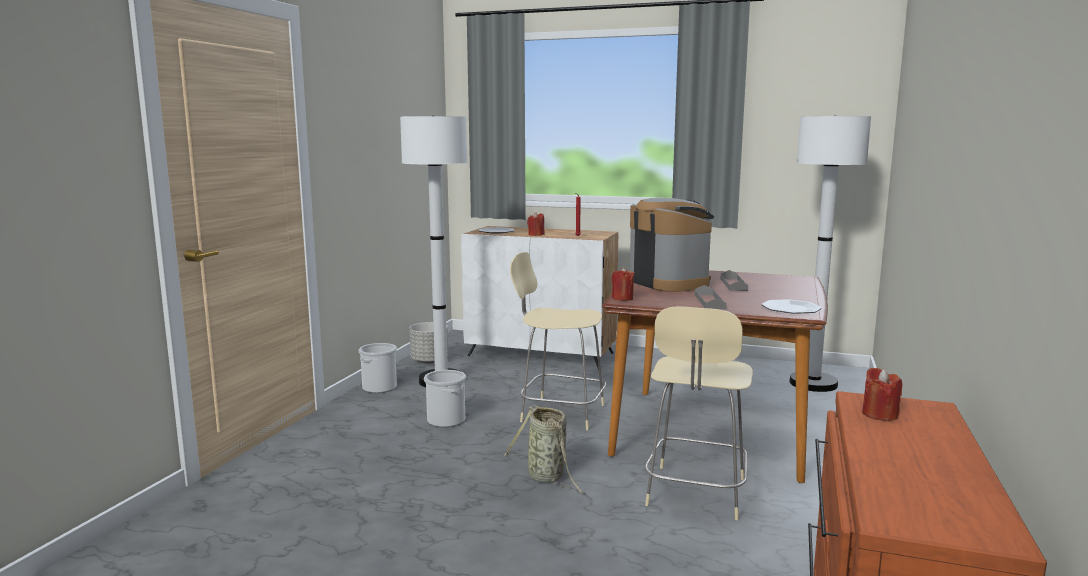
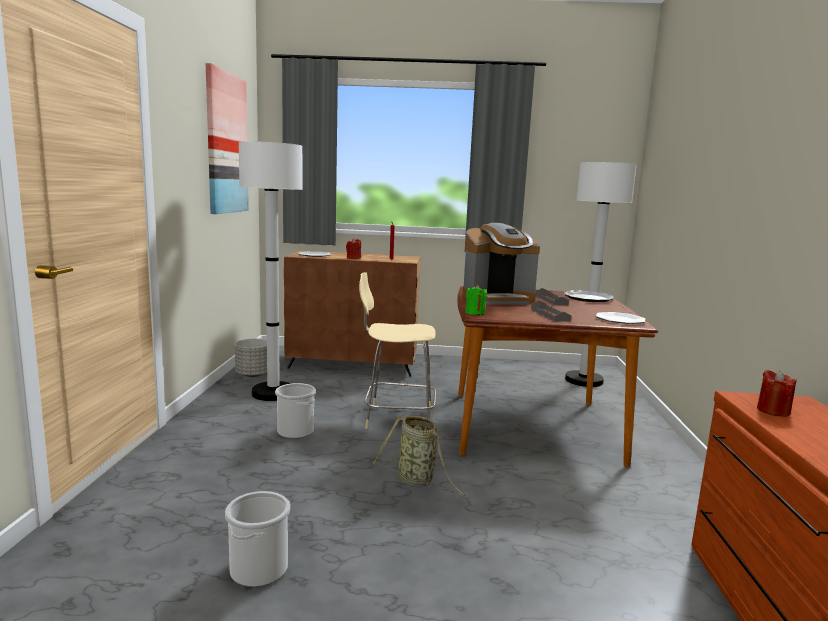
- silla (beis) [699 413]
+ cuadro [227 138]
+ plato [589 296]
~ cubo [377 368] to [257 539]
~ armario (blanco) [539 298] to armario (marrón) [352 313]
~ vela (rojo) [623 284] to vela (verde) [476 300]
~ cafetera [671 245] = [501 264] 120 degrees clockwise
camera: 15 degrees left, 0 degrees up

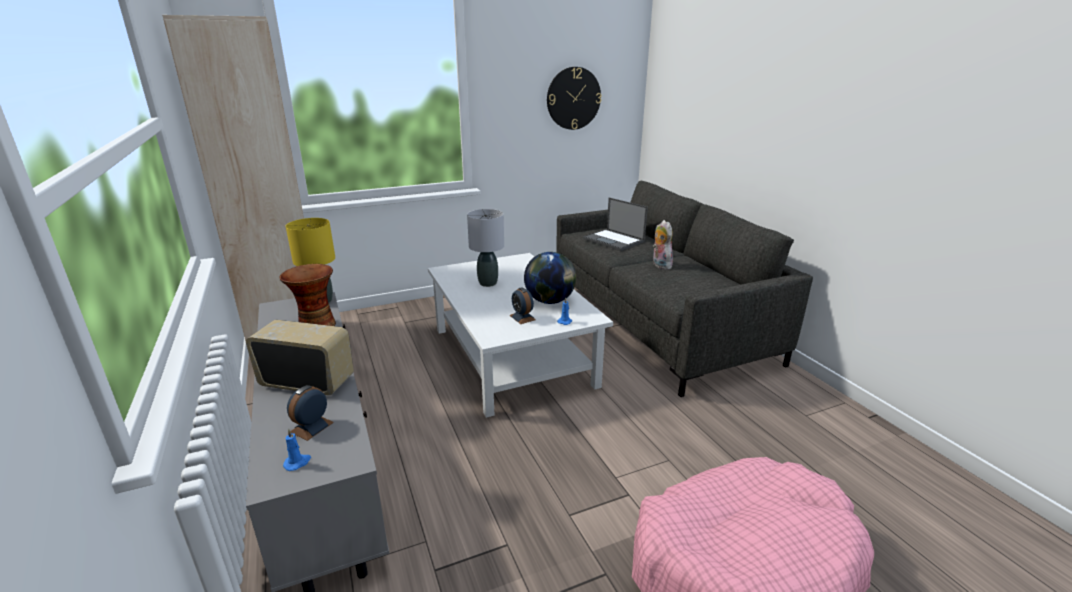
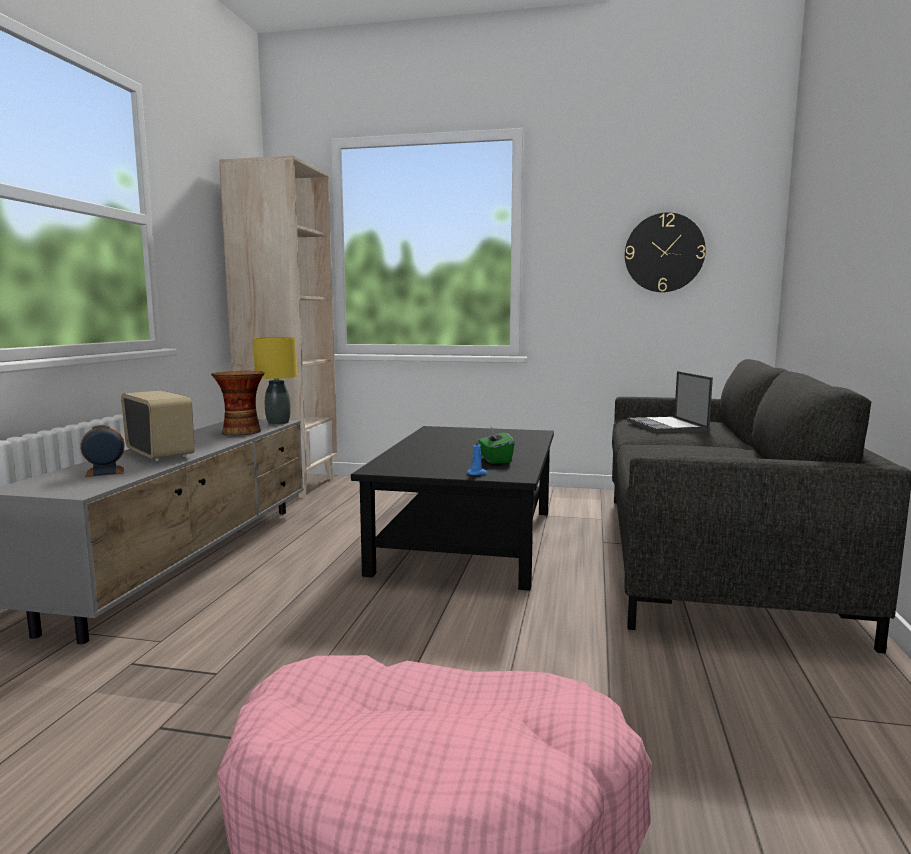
- vela (azul) [297 450]
- lámpara de mesa (gris) [485 248]
- despertador [523 305]
- peluche [663 245]
~ globo terráqueo [550 278] to caja de pañuelos (verde) [496 445]
~ mesa de centro (blanco) [520 335] to mesa de centro (negro) [452 508]
camera: 35 degrees right, 15 degrees down

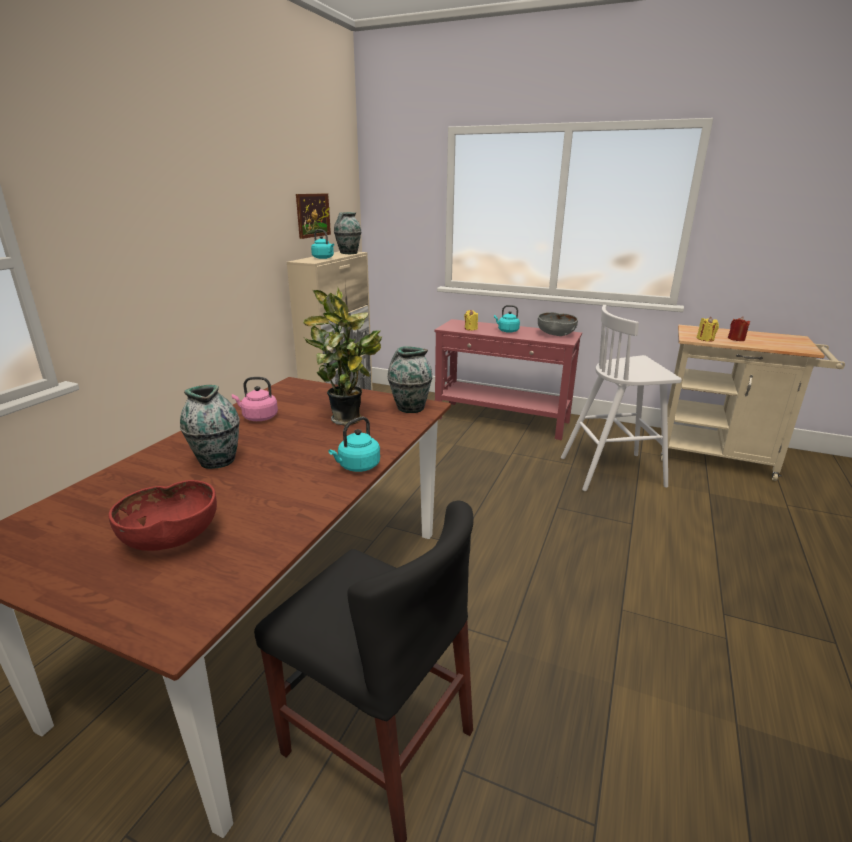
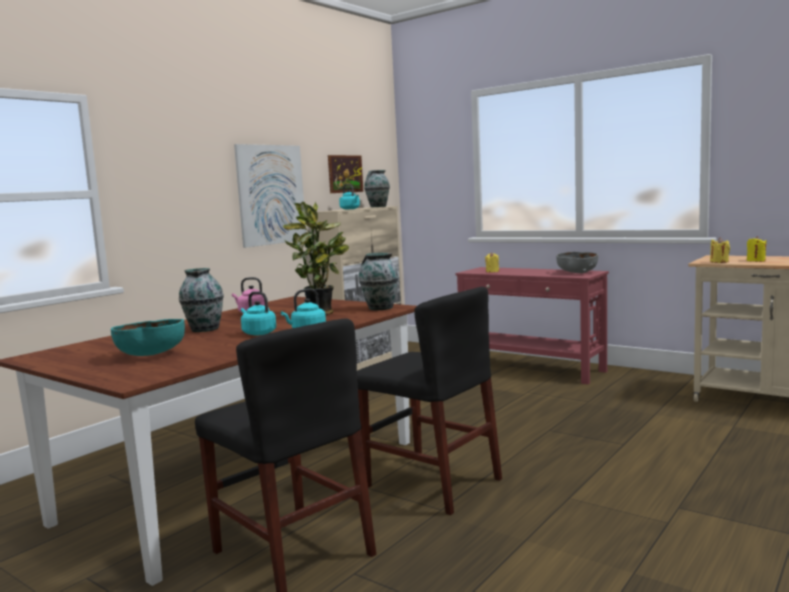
- taburete (blanco) [621 398]
+ cuadro [270 196]
+ silla (negro) [429 401]
~ hervidor (turquesa) [507 319] to [258 313]
~ cuenco (rojo) [163 515] to cuenco (turquesa) [148 337]
~ vela (rojo) [739 329] to vela (amarillo) [757 249]
camera: 15 degrees right, 15 degrees down

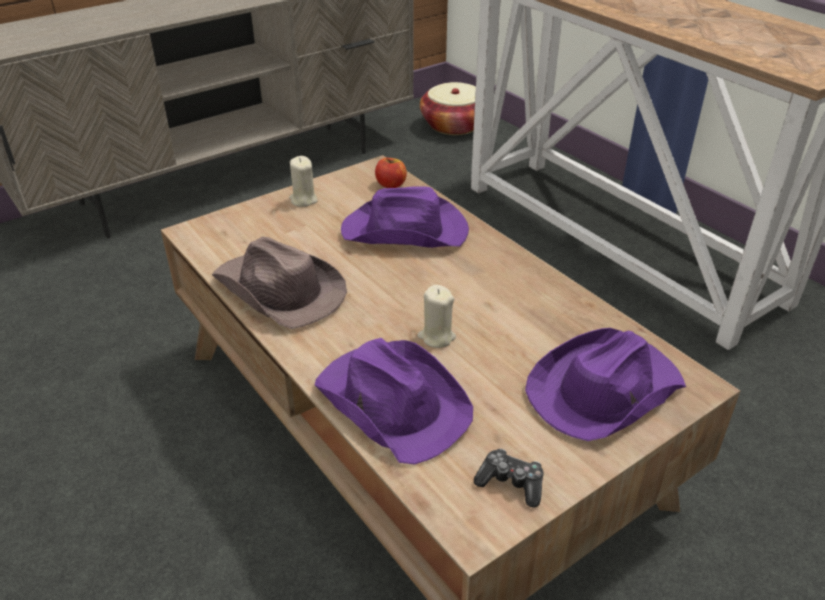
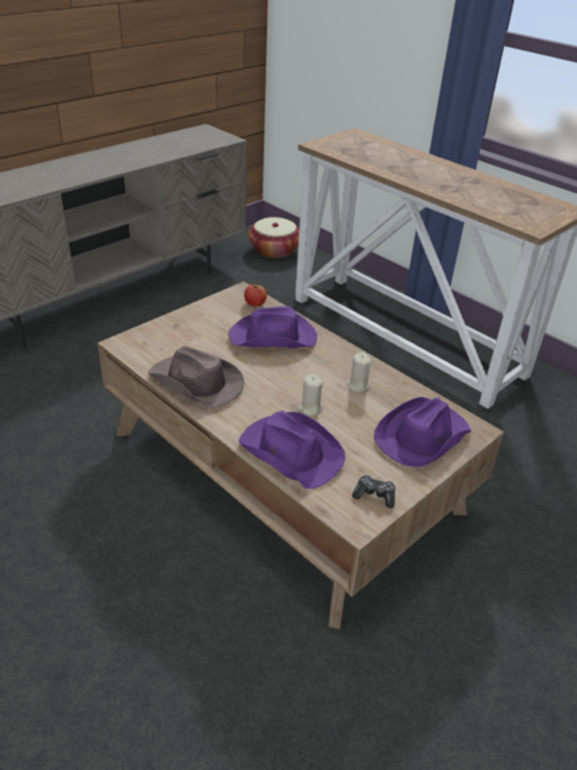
~ vela (beis) [303 181] to [359 372]
camera: 10 degrees left, 0 degrees up

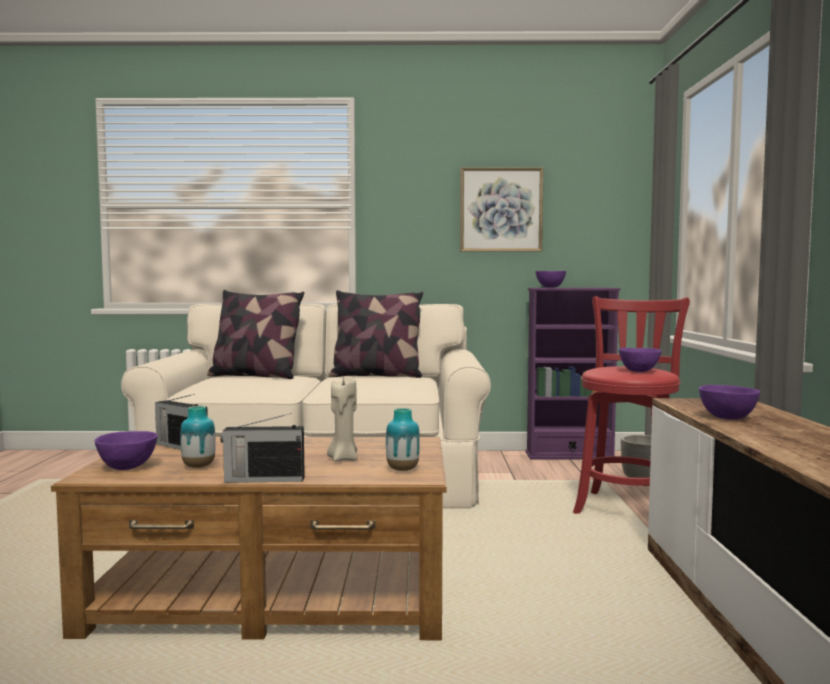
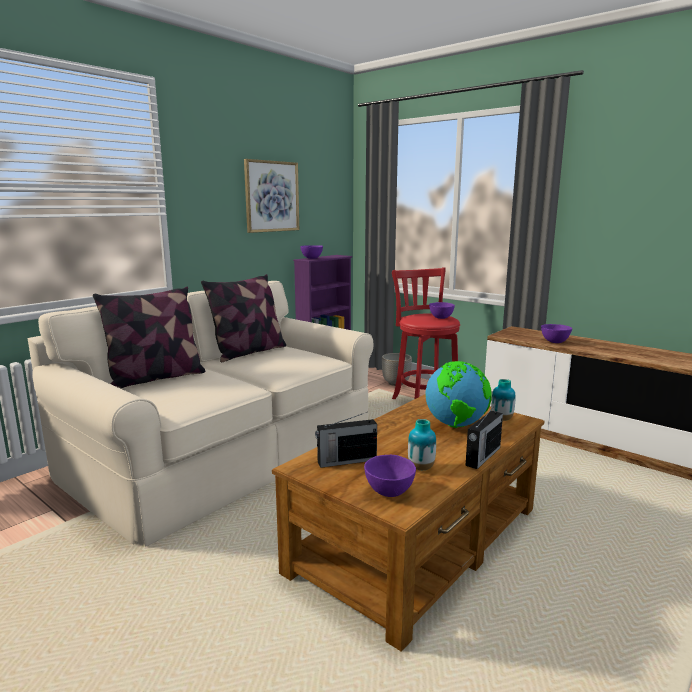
~ vela (beis) [342 418] to globo terráqueo [459 394]
camera: 50 degrees left, 10 degrees up

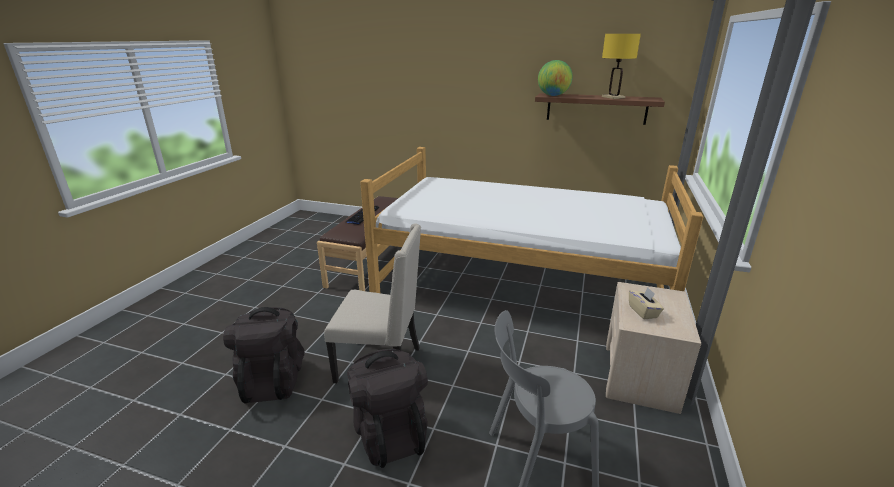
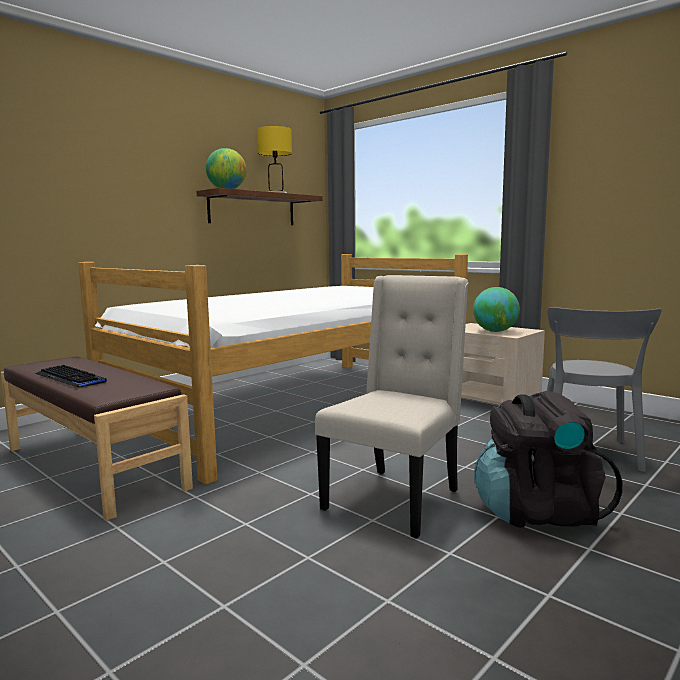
- mochila (negro) [264 355]
~ caja de pañuelos (beis) [646 303] to globo terráqueo [496 309]
camera: 65 degrees left, 15 degrees down

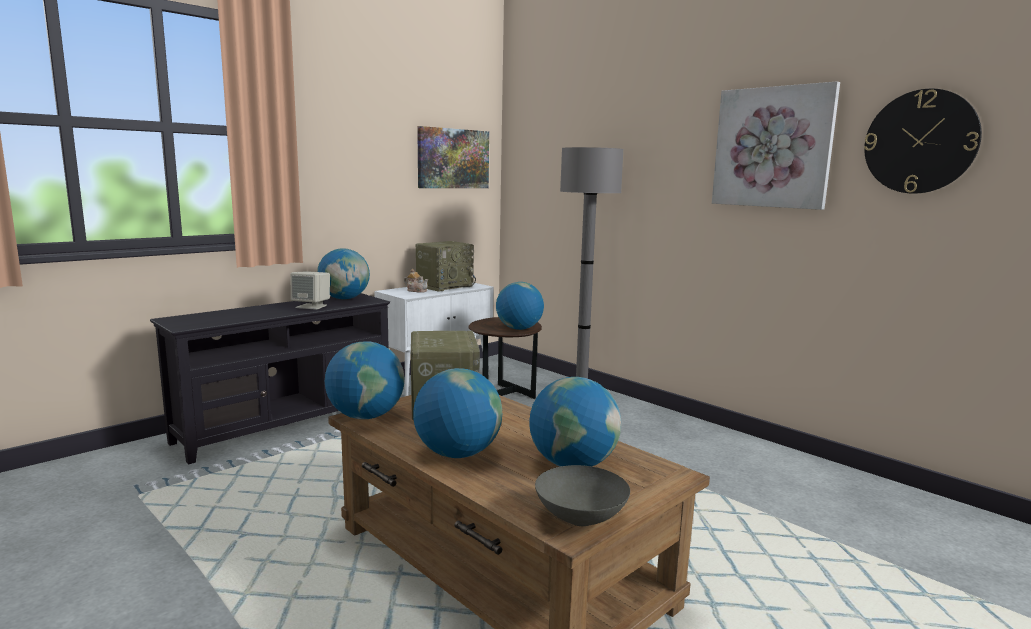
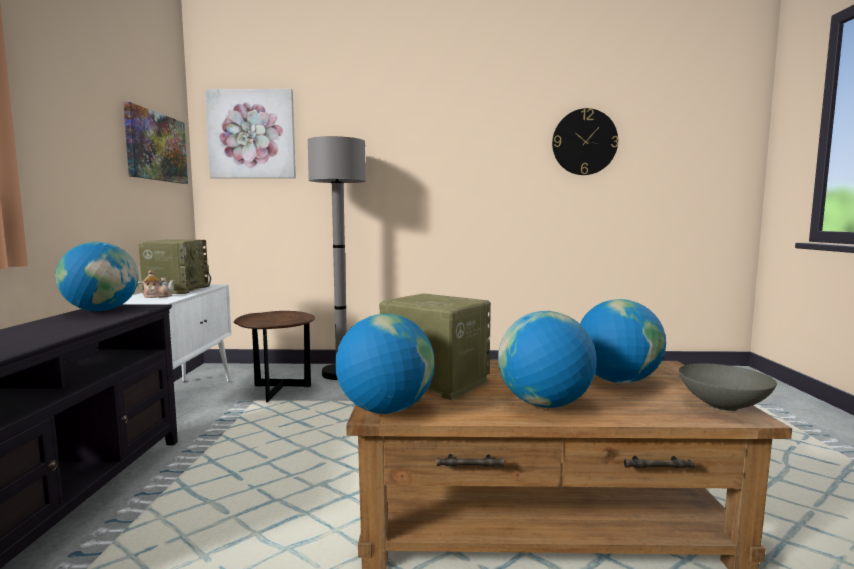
- altavoz (beis) [310 290]
- globo terráqueo [520 306]
~ cuadro [776 145] to [250 133]
camera: 45 degrees left, 5 degrees down

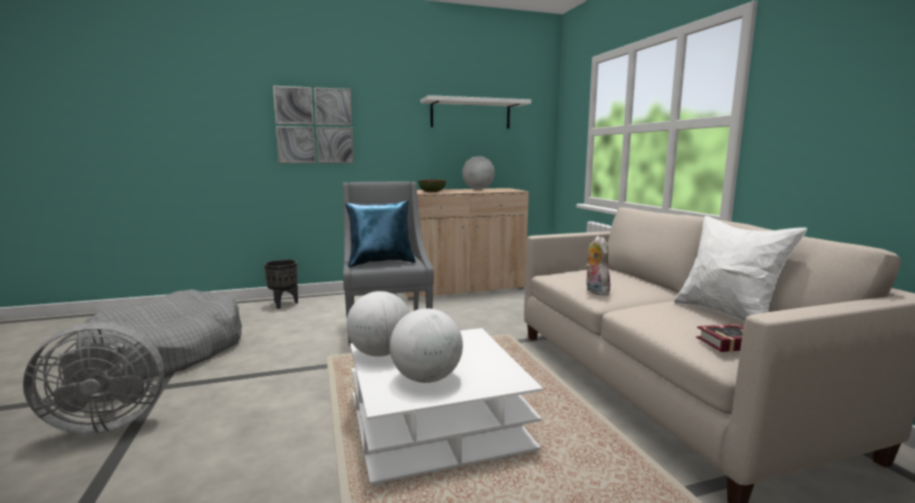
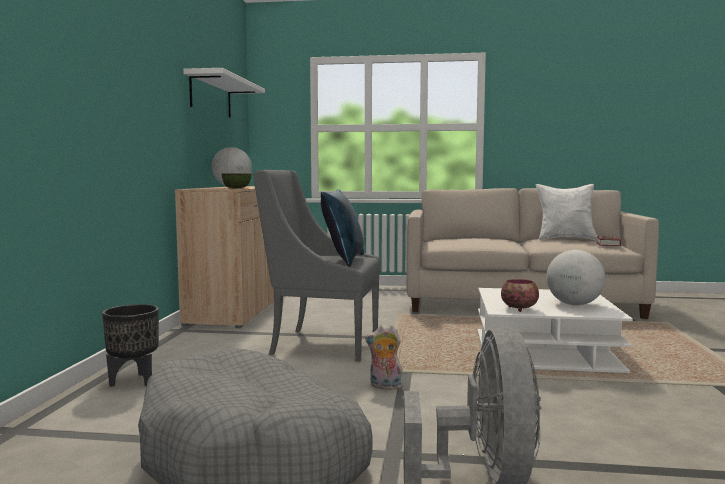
- cuadro [313 124]
~ peluche [597 265] to [384 357]
~ globo terráqueo [378 324] to cuenco [520 295]
camera: 65 degrees left, 5 degrees down

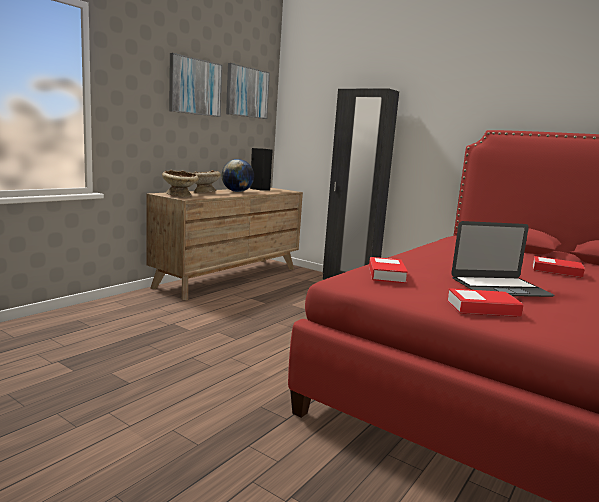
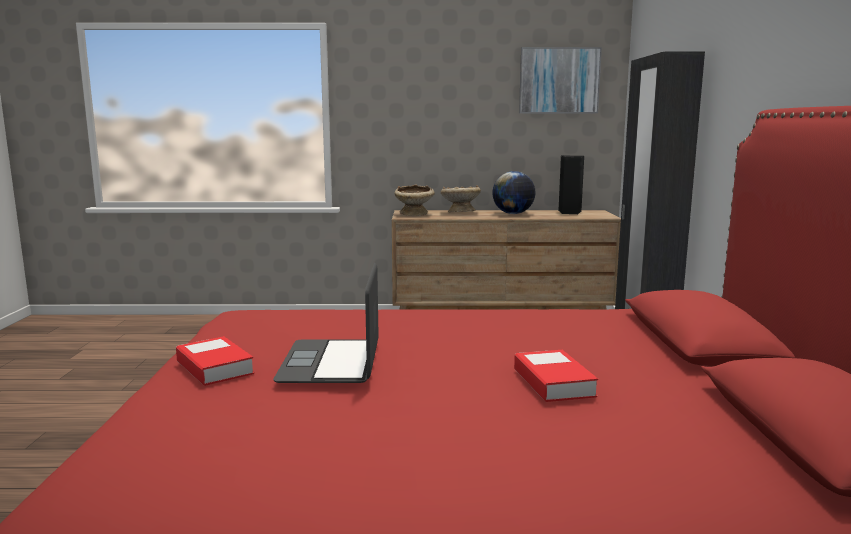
- cuadro [195 85]
- libro [388 270]
~ portátil [502 259] = [326 323] 45 degrees clockwise
camera: 55 degrees right, 0 degrees up

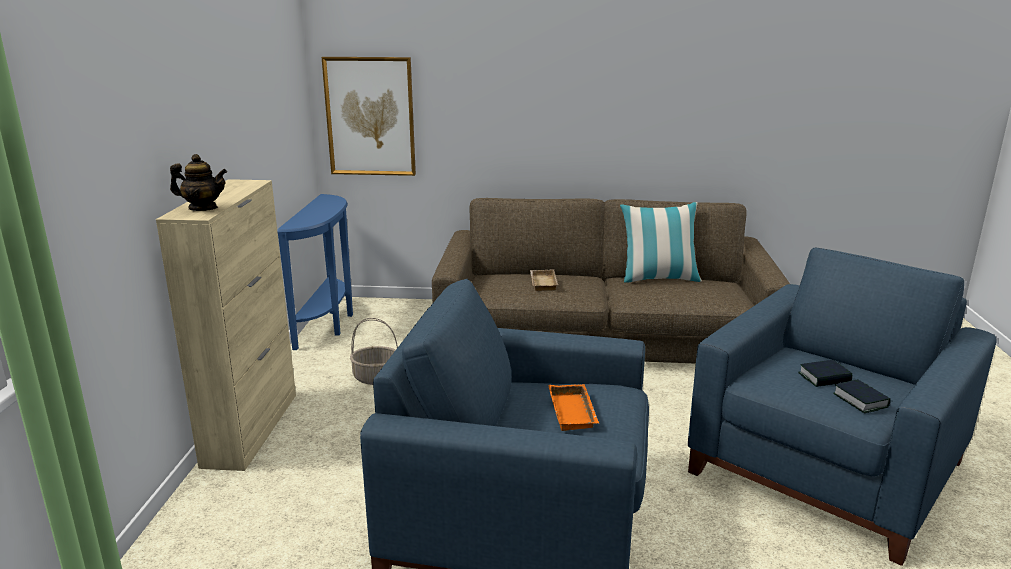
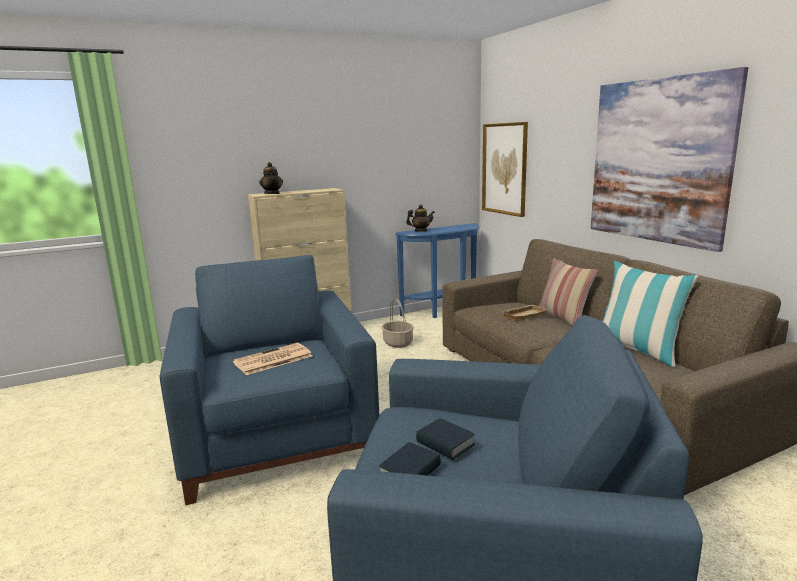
+ tetera [420 218]
+ cojín [568 292]
+ cuadro [669 159]
~ bandeja (naranja) [574 407] to periódico [272 359]
camera: 60 degrees right, 5 degrees down

